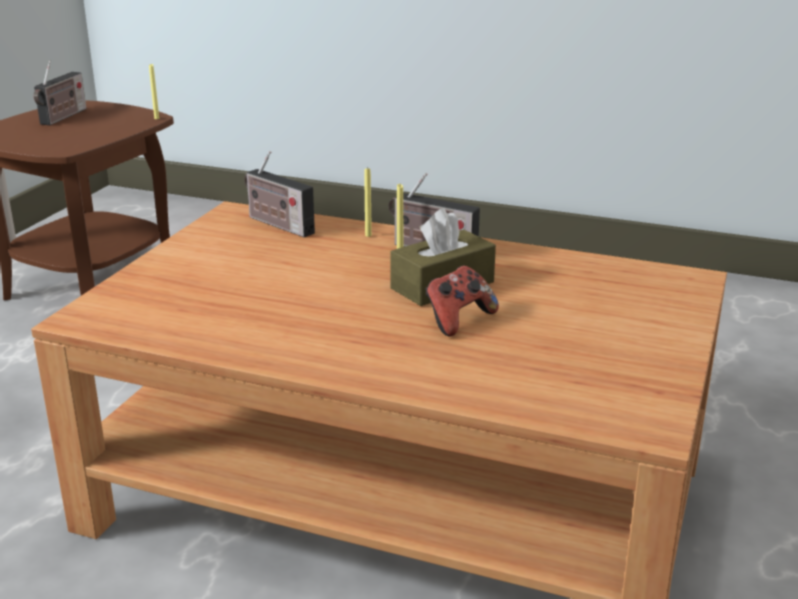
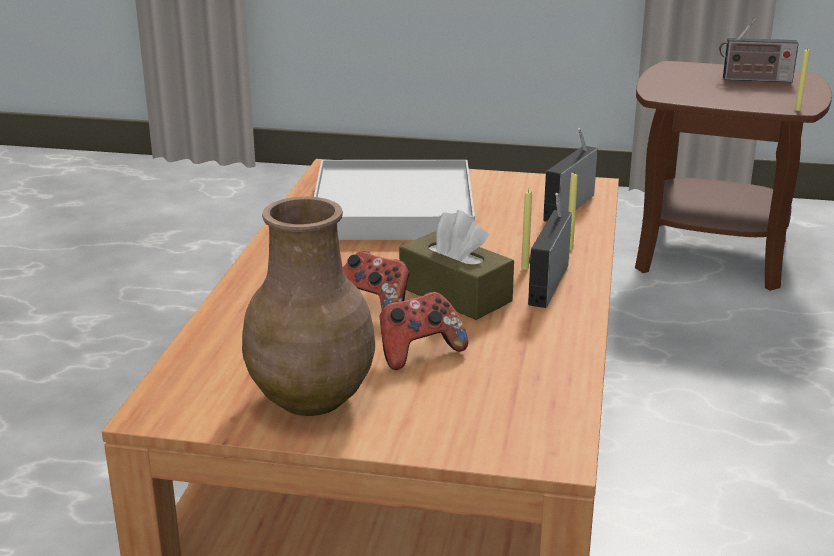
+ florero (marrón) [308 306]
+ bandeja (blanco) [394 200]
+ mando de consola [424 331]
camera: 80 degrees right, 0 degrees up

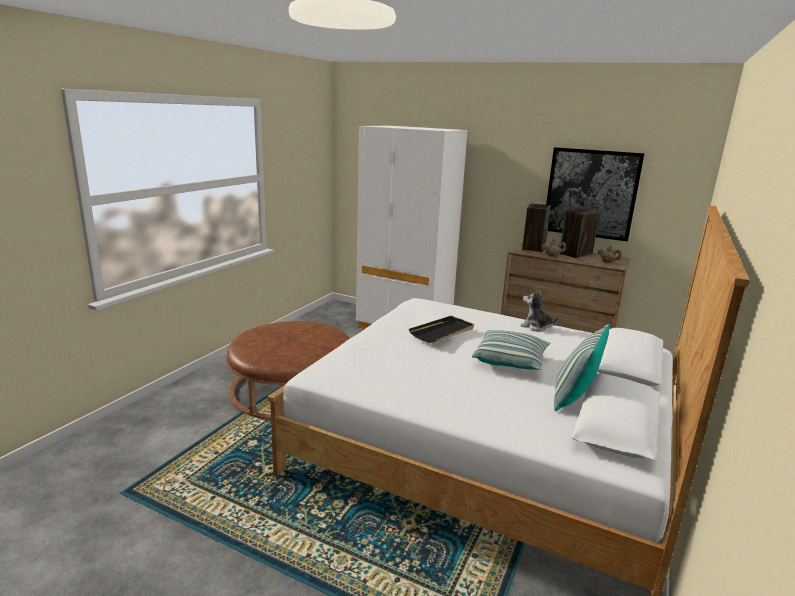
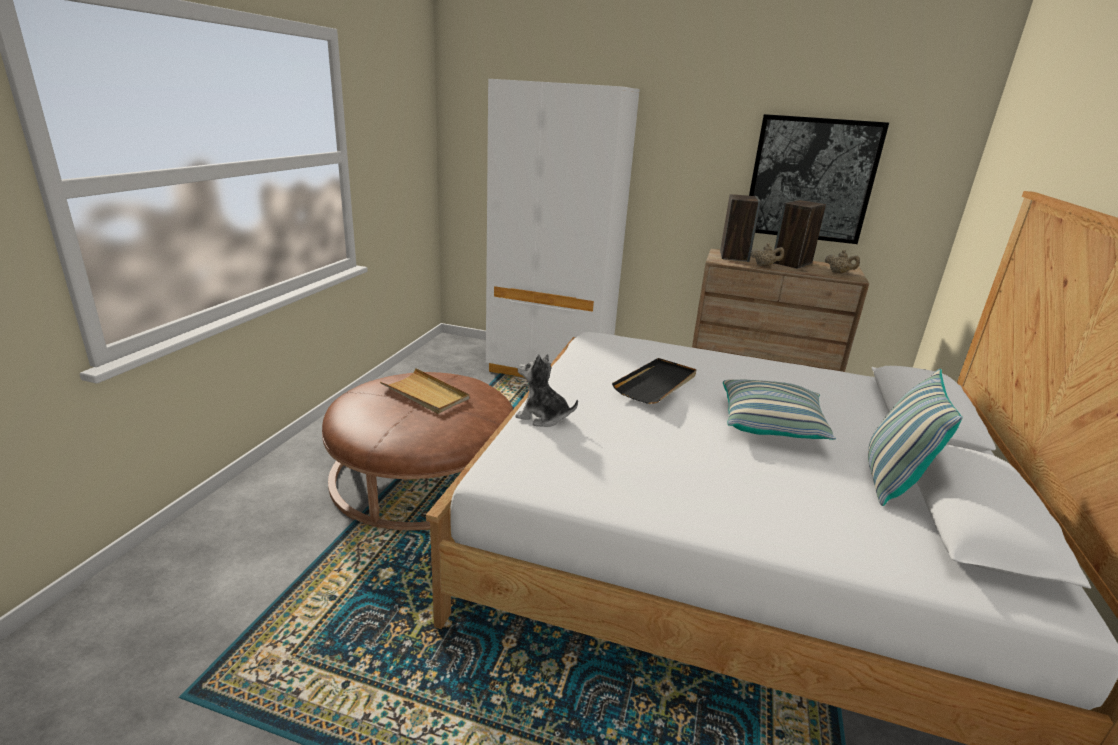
+ bandeja (beis) [424 391]
~ peluche [539 311] to [546 390]
camera: 10 degrees left, 5 degrees up

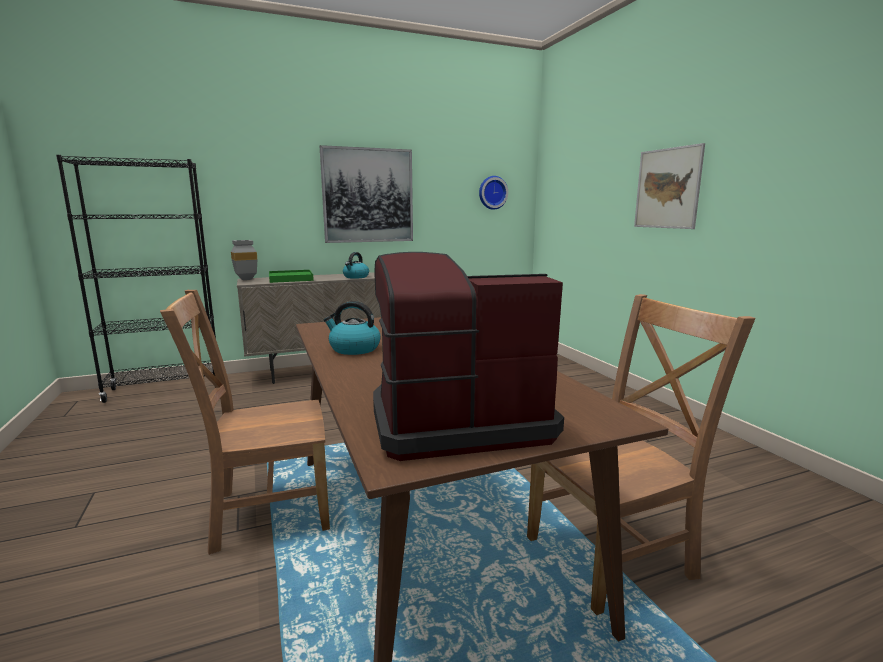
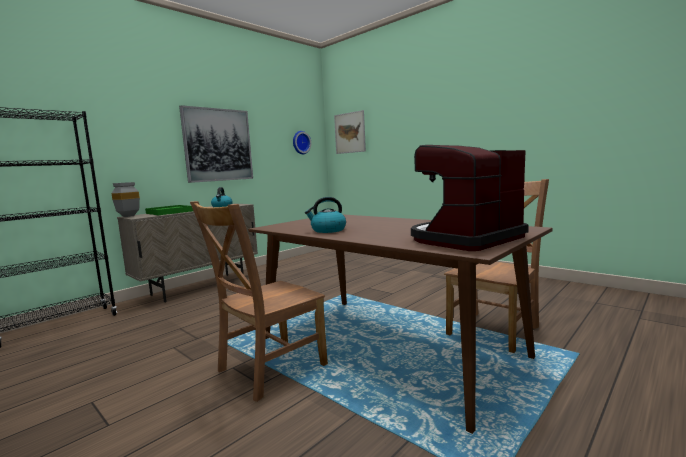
~ cuadro [669 186] to [350 132]
camera: 25 degrees left, 5 degrees down

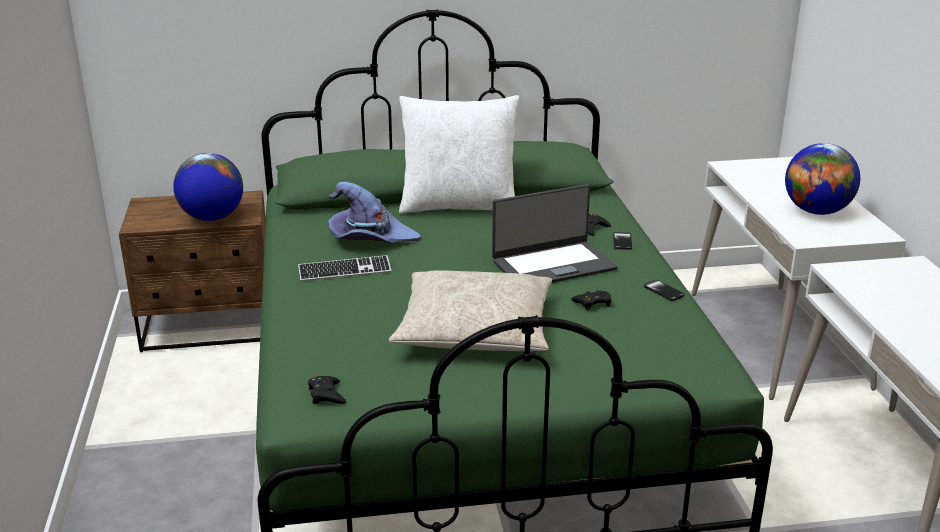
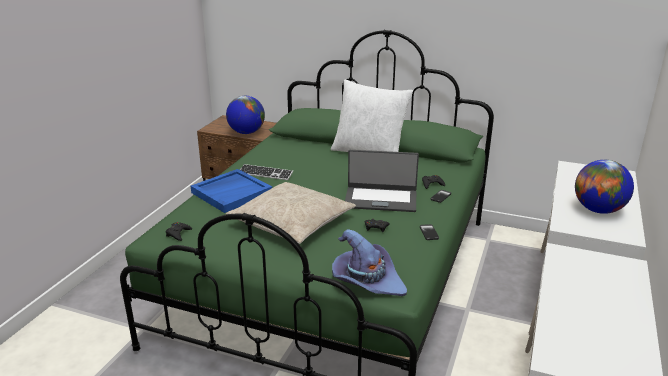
+ bandeja (azul) [231 191]
~ sombrero (morado) [374 212] to [369 262]
camera: 30 degrees right, 0 degrees up

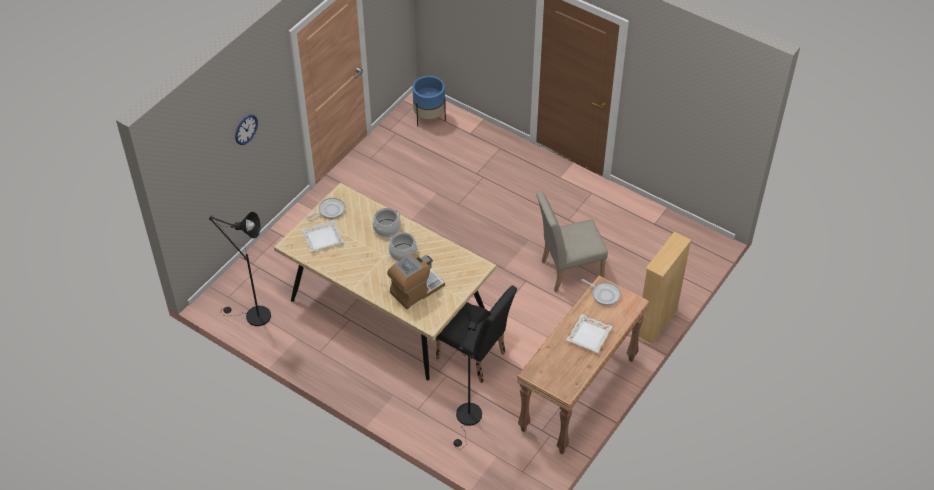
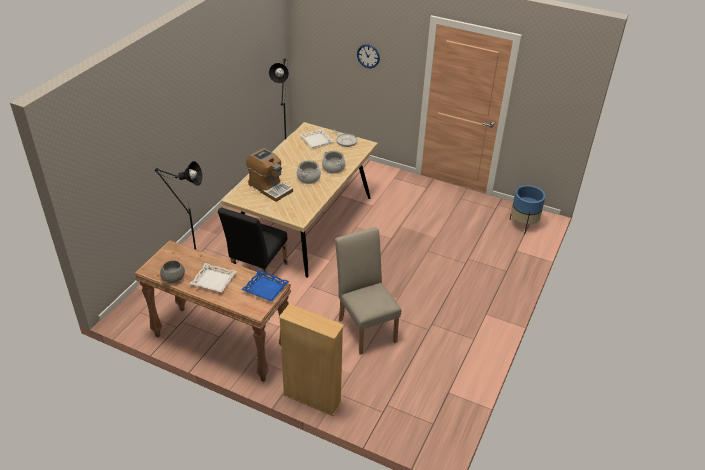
+ cuenco (gris) [172 271]
~ sartén [601 292] to bandeja (azul) [265 286]
camera: 80 degrees right, 10 degrees down

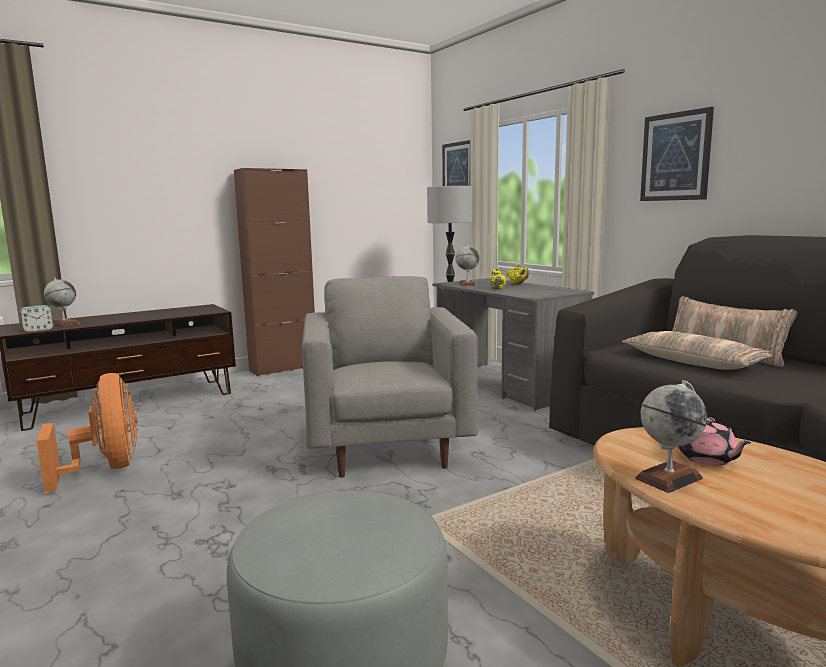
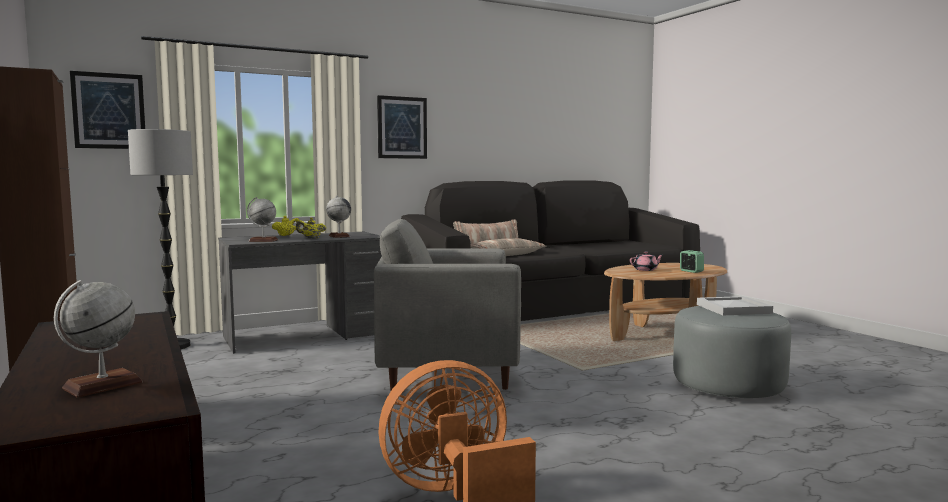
+ bandeja (blanco) [735 305]
~ despertador [36 318] to [692 261]
~ globo terráqueo [671 436] to [338 216]
camera: 85 degrees left, 5 degrees down

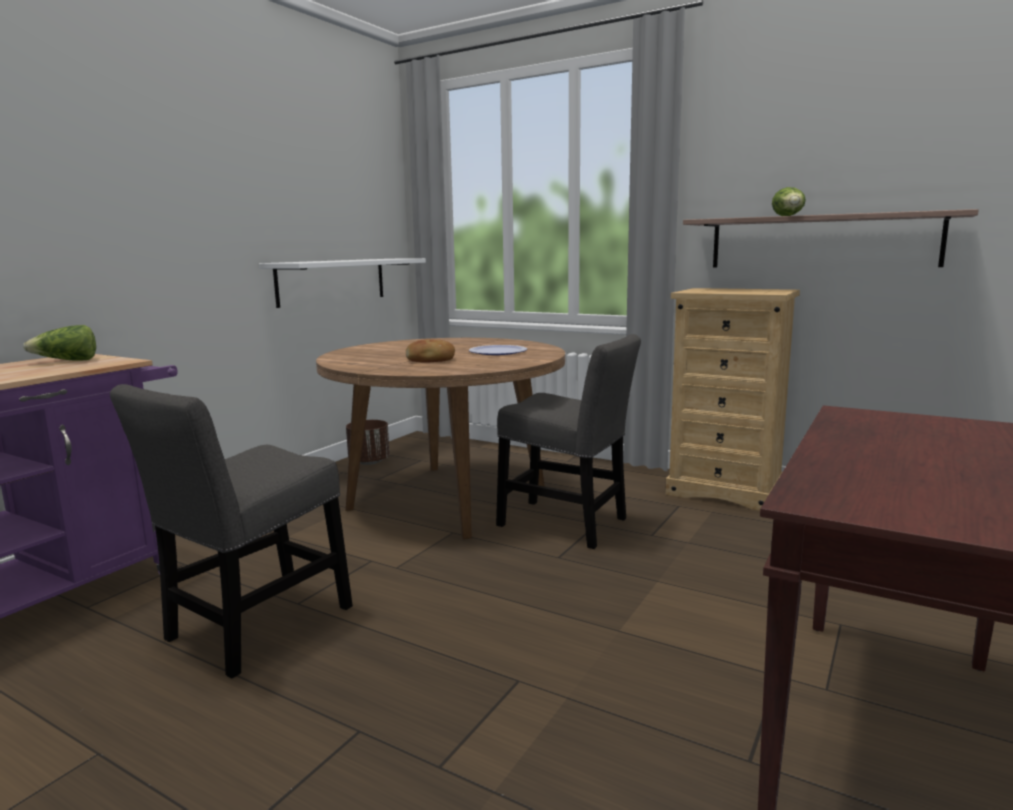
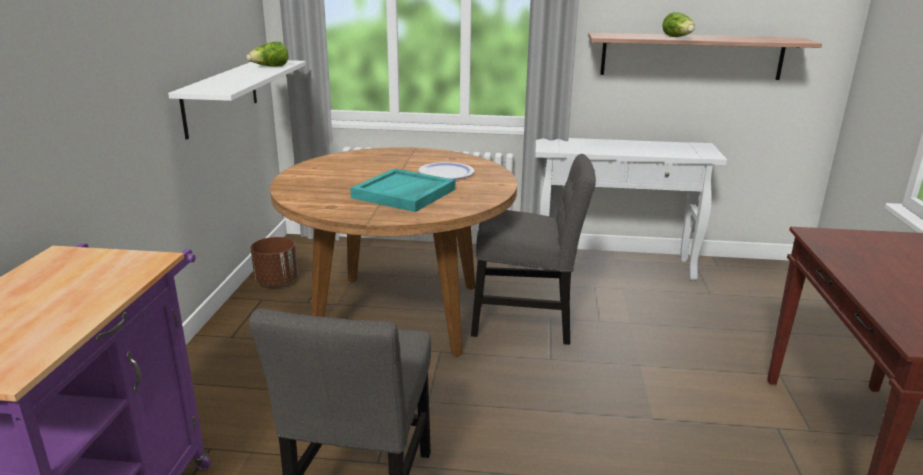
~ lechuga [59 343] to [267 54]
~ pan [430 350] to bandeja (turquesa) [402 190]
~ cómoda (beis) [732 399] to mesa consola (blanco) [631 209]
camera: 25 degrees left, 10 degrees up

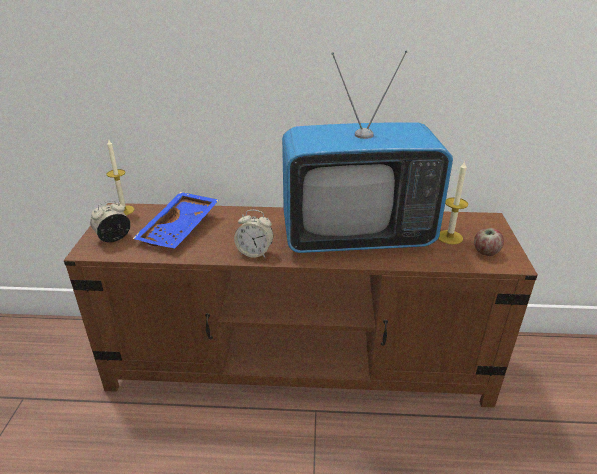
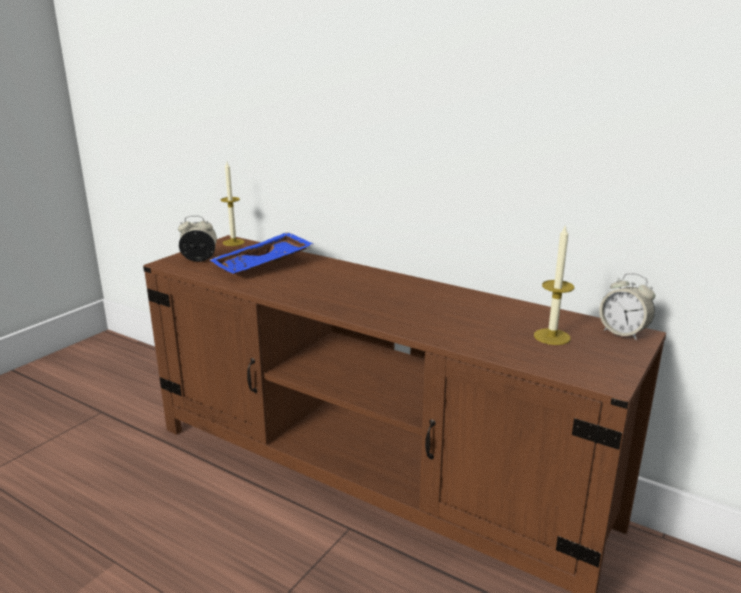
- televisor [367 152]
- manzana [489 242]
~ despertador [253 234] to [627 306]
camera: 30 degrees right, 10 degrees down

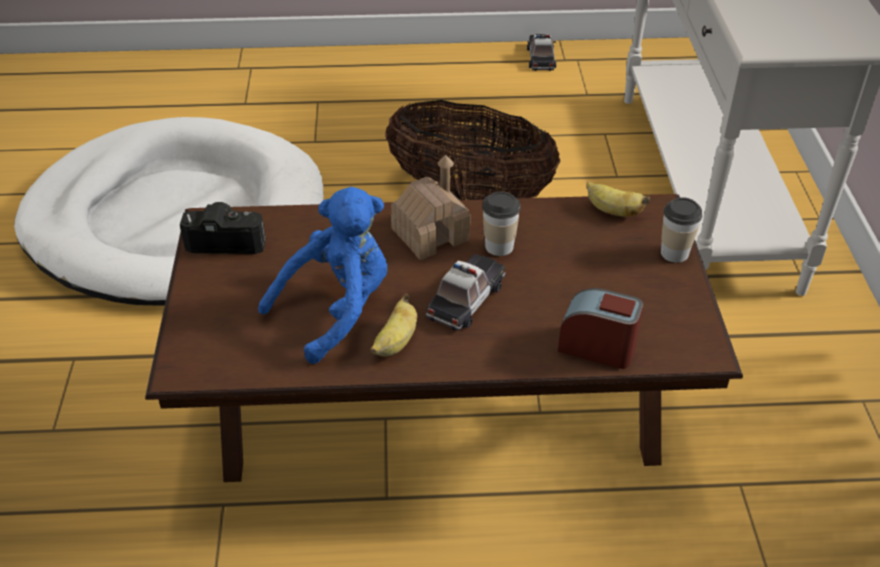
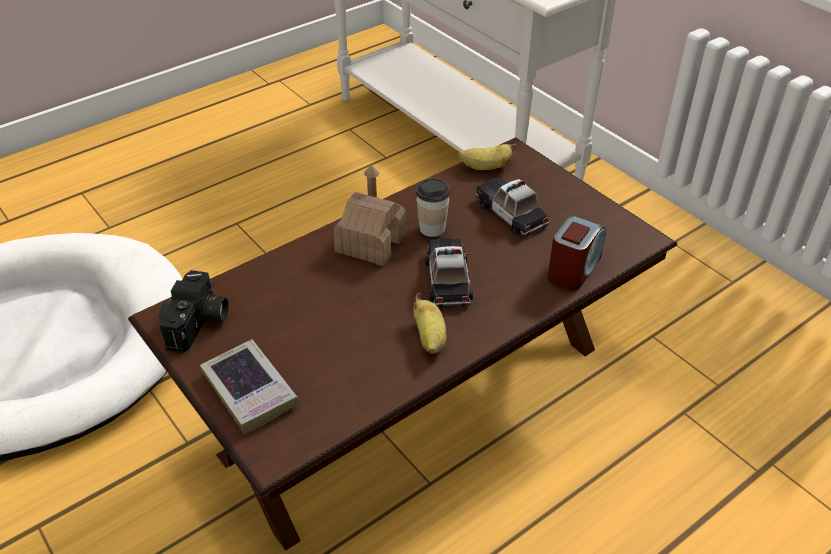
- peluche (azul) [322 275]
- cesta [472 150]
- taza [681 230]
+ libro [249 386]
~ coche de juguete [541 52] to [512 206]
~ cámara [223 228] = [193 311] 135 degrees clockwise
~ despertador [600 328] = [577 253] 135 degrees clockwise
camera: 35 degrees left, 0 degrees up

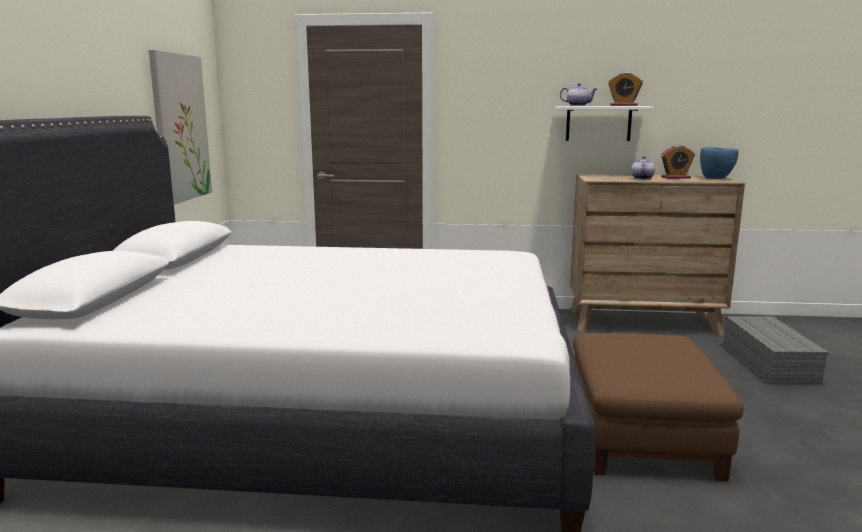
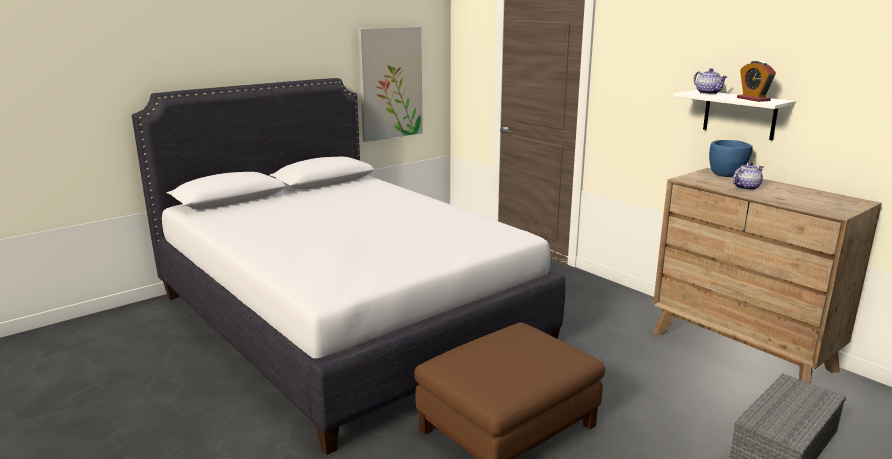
- despertador [678 162]
~ cuenco (azul) [719 163] to [731 158]
camera: 45 degrees right, 5 degrees up

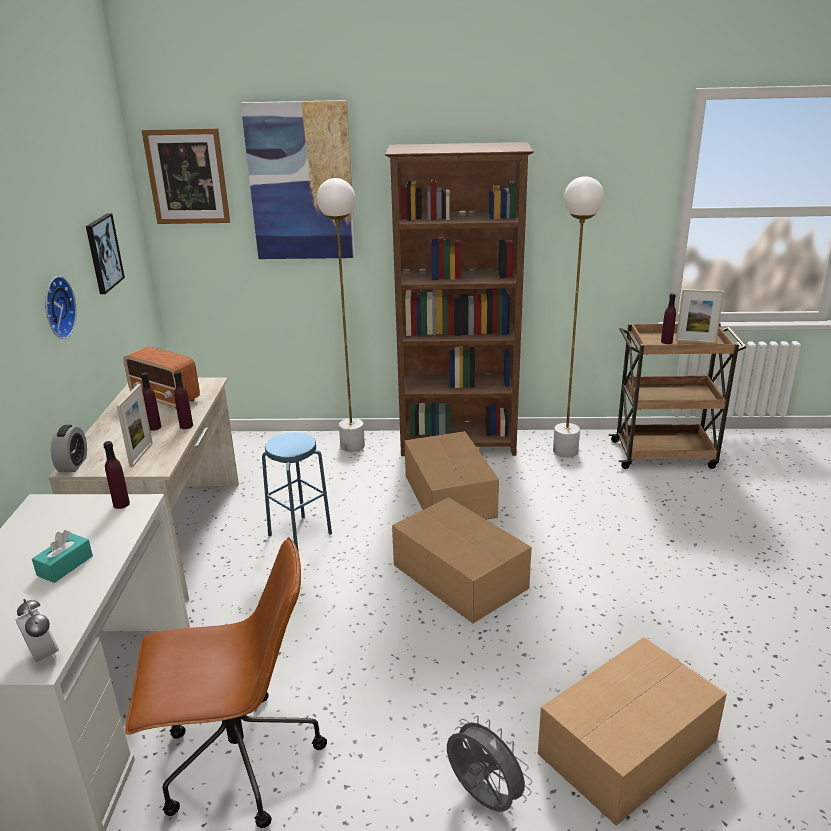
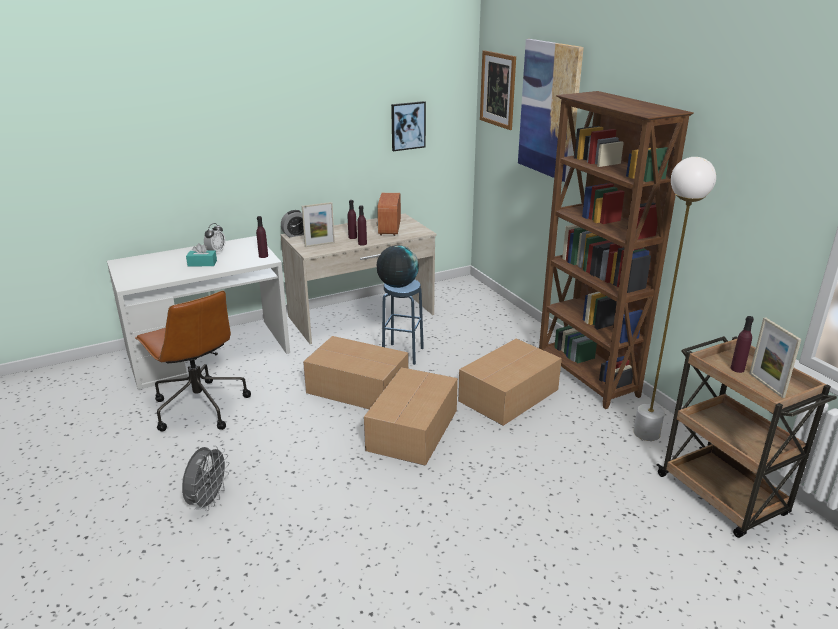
- reloj de pared [61 307]
- lámpara de pie (blanco) [341 315]
+ globo terráqueo [398 266]
~ despertador [37 630] to [215 237]
~ caja de cartón [632 731] to [356 372]
camera: 60 degrees right, 0 degrees up

